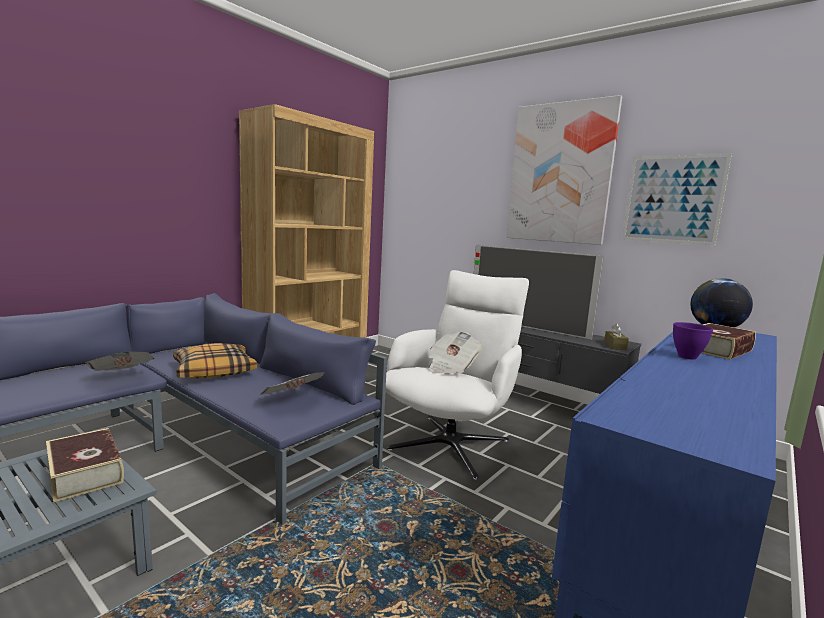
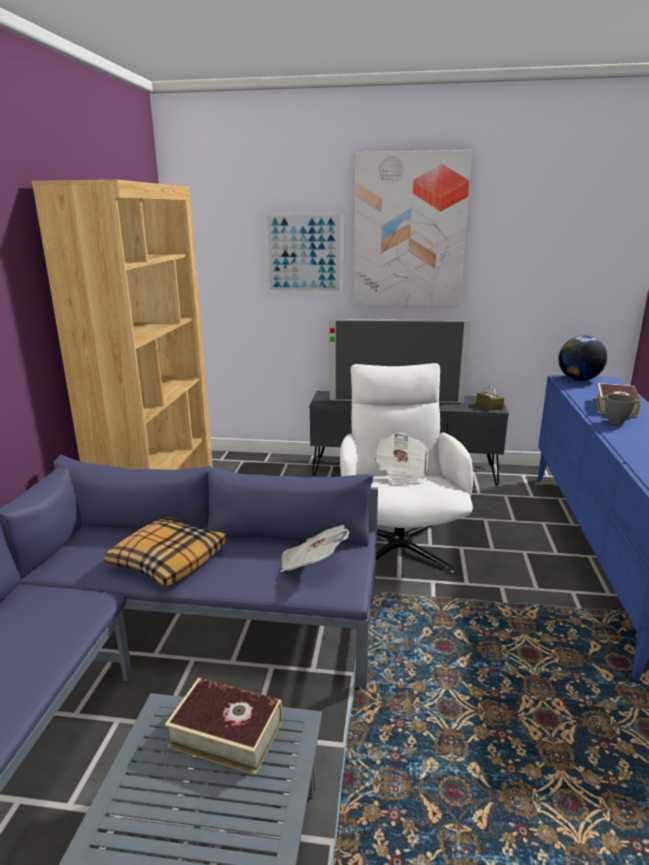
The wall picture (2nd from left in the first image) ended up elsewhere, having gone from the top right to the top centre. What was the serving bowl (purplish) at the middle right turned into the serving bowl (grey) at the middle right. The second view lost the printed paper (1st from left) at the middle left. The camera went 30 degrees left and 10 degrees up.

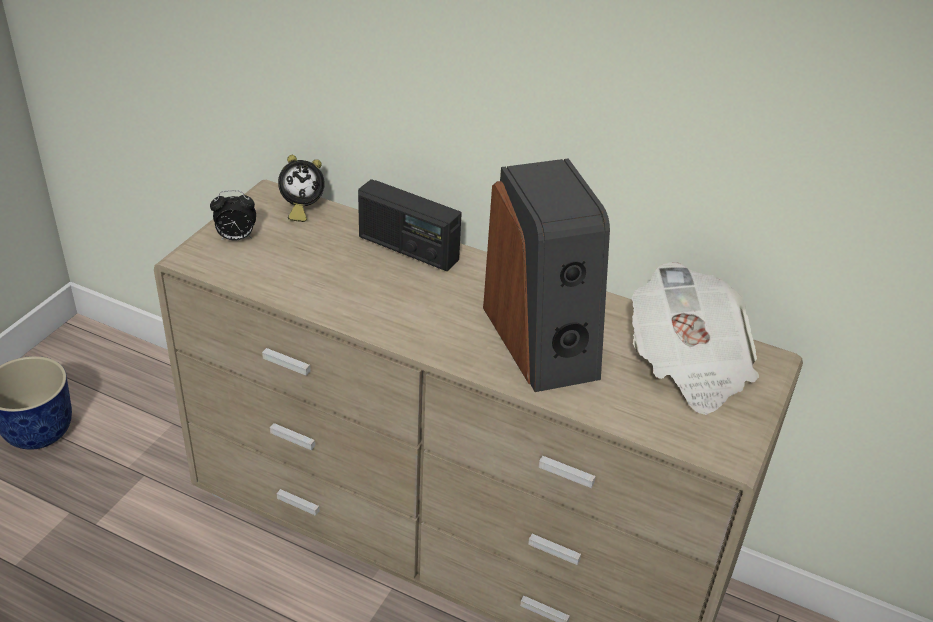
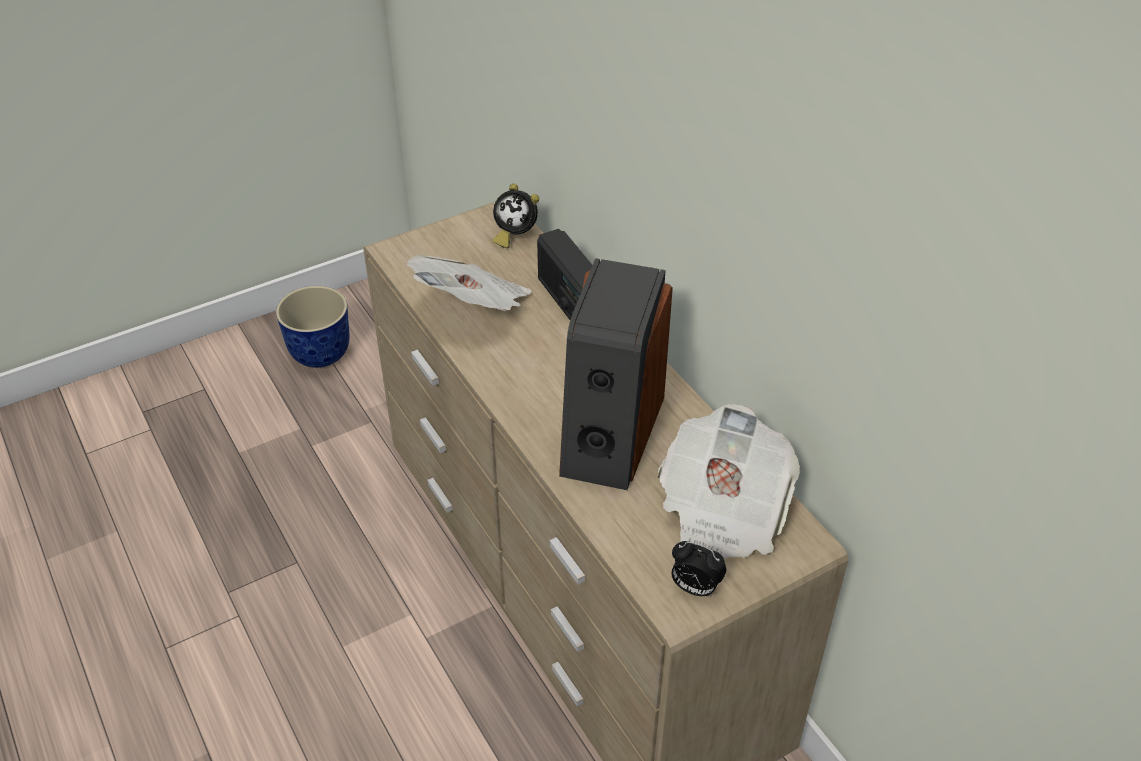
The bedside clock (1st from left in the first image) ended up elsewhere, having gone from the middle left to the bottom centre. The second view gained the printed paper (1st from left) at the centre. The camera went 35 degrees right and 5 degrees up.

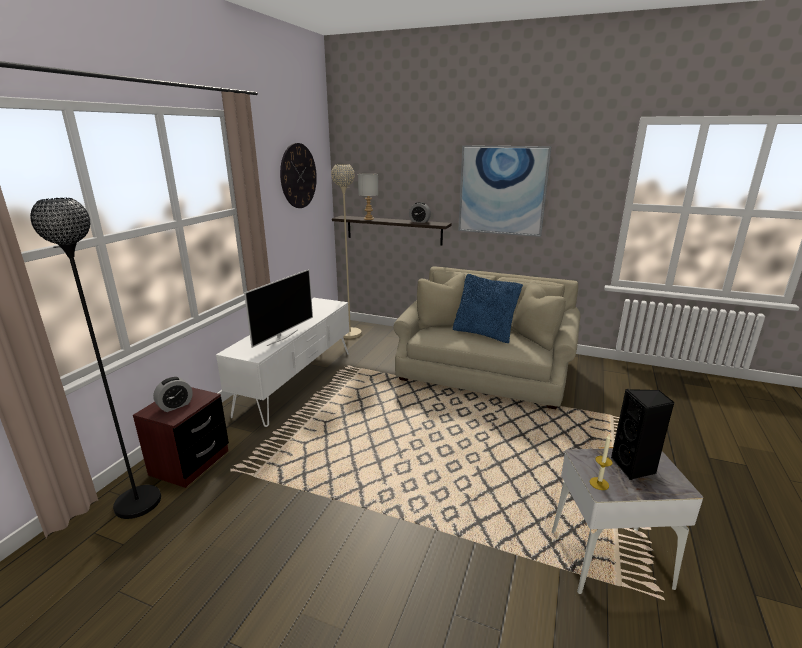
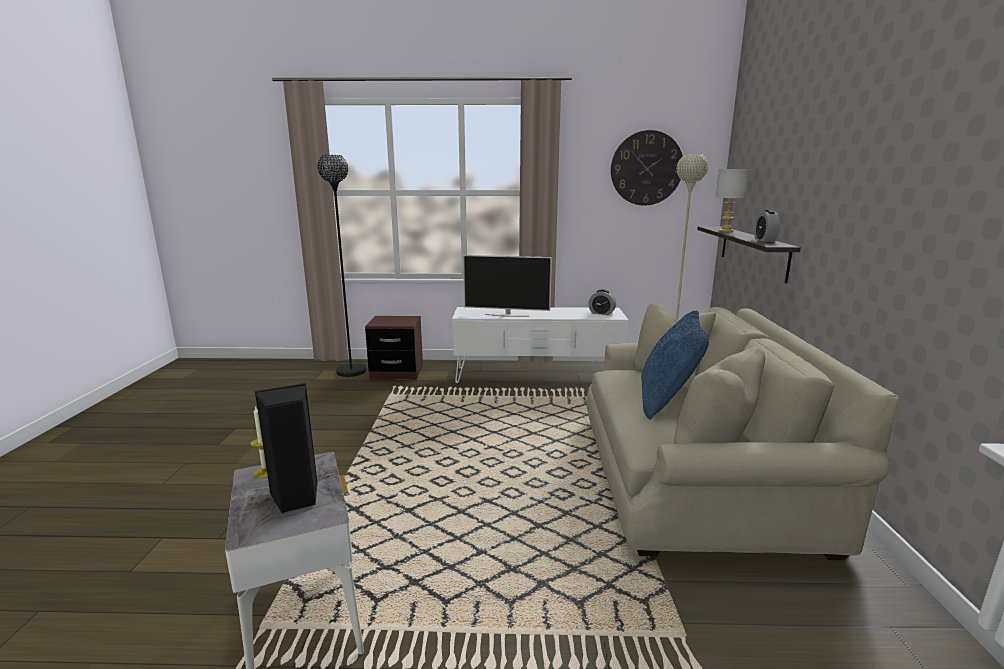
The second view lost the wall picture at the top centre. The bedside clock (1st from left) ended up elsewhere, having gone from the middle left to the centre. The camera went 70 degrees right and 5 degrees down.

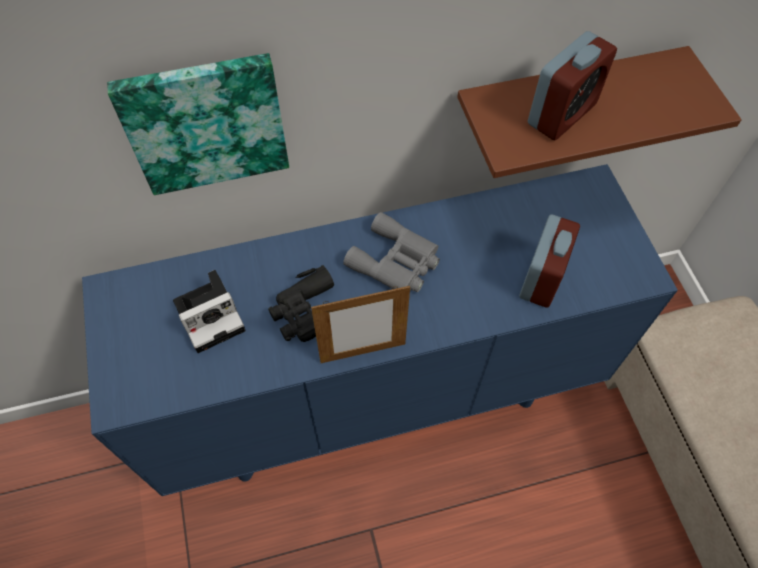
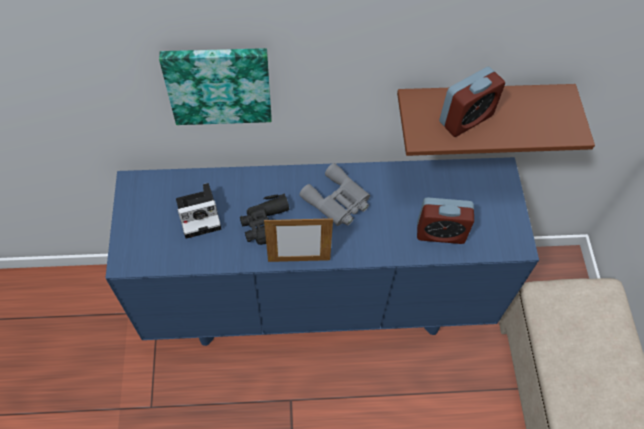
The bedside clock (1st from left) at the middle right ended up facing another way, 60 degrees clockwise from before. The camera went 10 degrees right and 0 degrees up.

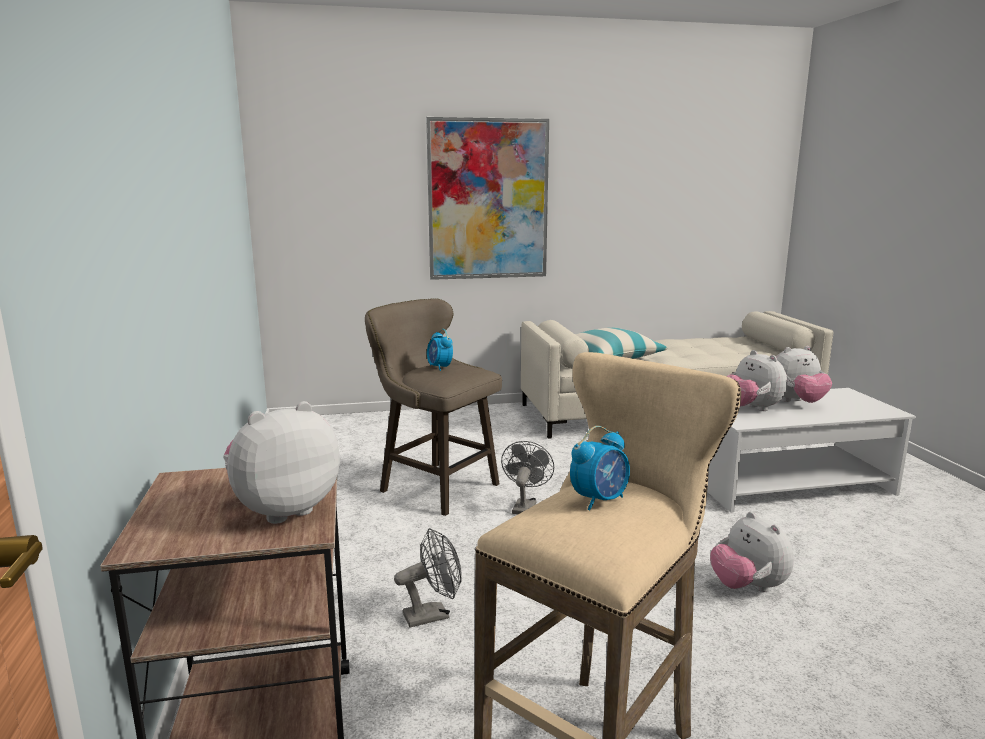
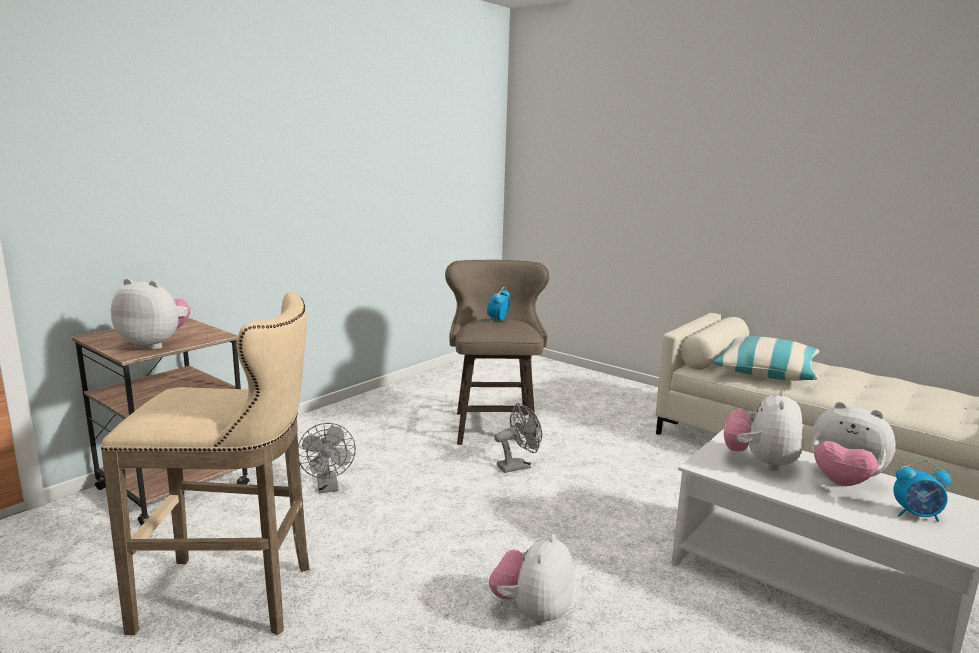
The second view lost the wall picture at the top centre. The bedside clock (2nd from left) ended up elsewhere, having gone from the centre to the bottom right. The fan (grey) (1st from left) at the bottom centre ended up facing another way, 45 degrees clockwise from before. The camera went 50 degrees right and 0 degrees up.

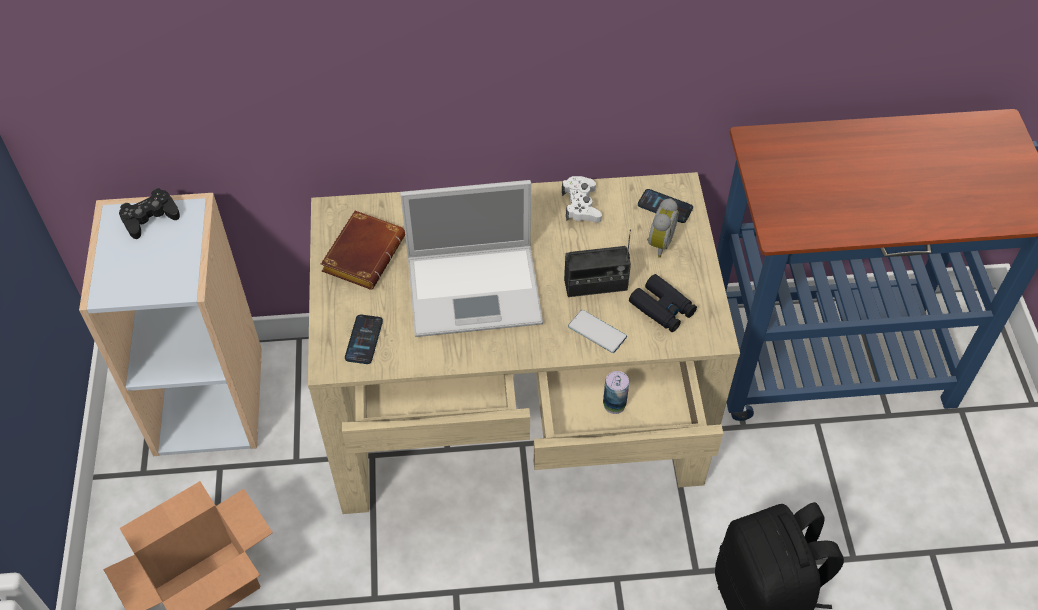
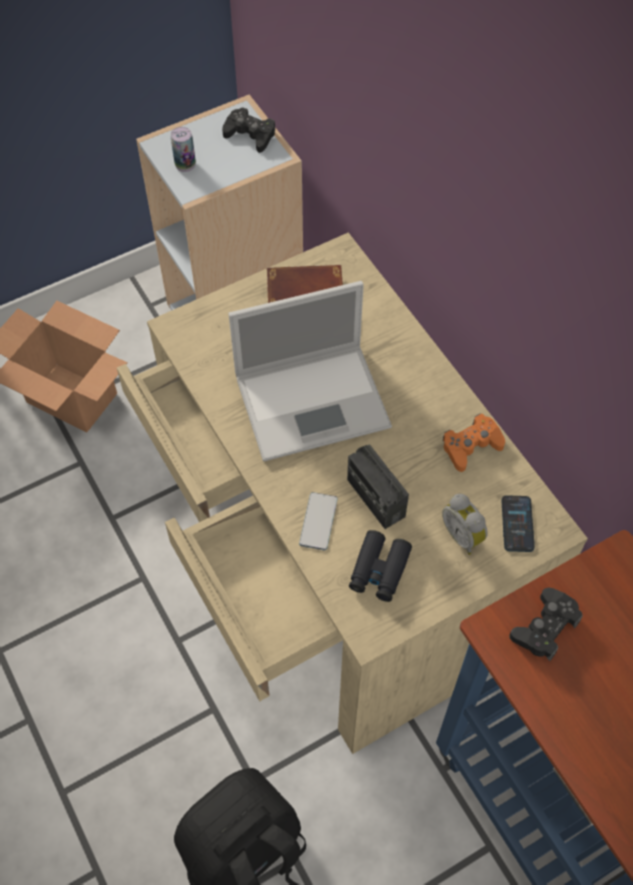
What was the gamepad (white) at the top centre turned into the gamepad (orange) at the middle right. The notebook computer at the centre ended up facing another way, 75 degrees counterclockwise from before. The bedside clock at the centre ended up facing another way, 60 degrees clockwise from before. The second view lost the phone (1st from left) at the centre. The metal can ended up elsewhere, having gone from the centre to the top left. The second view gained the gamepad (black) (2nd from left) at the bottom right. The camera went 65 degrees right and 5 degrees up.

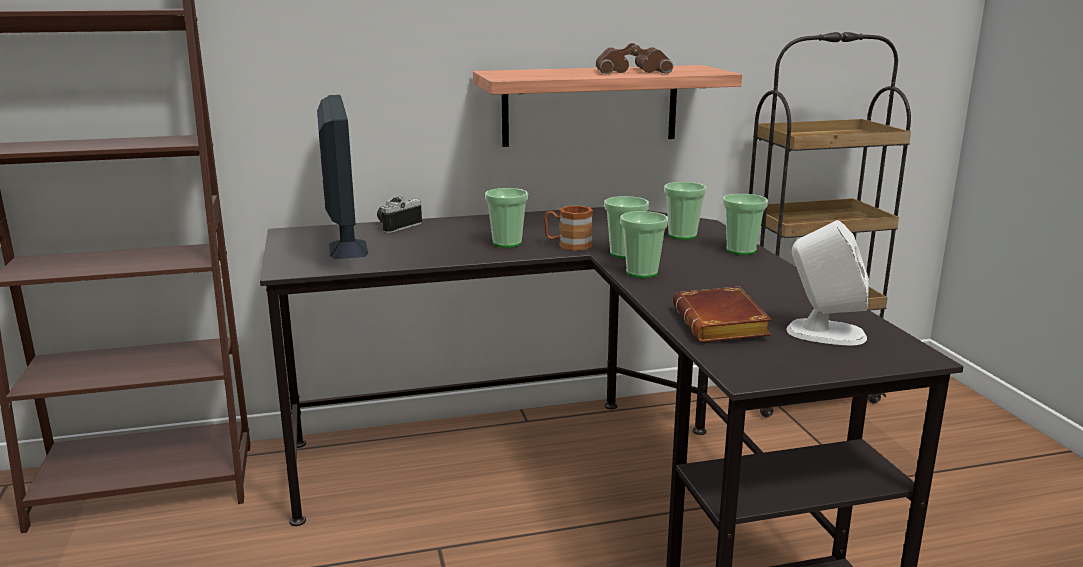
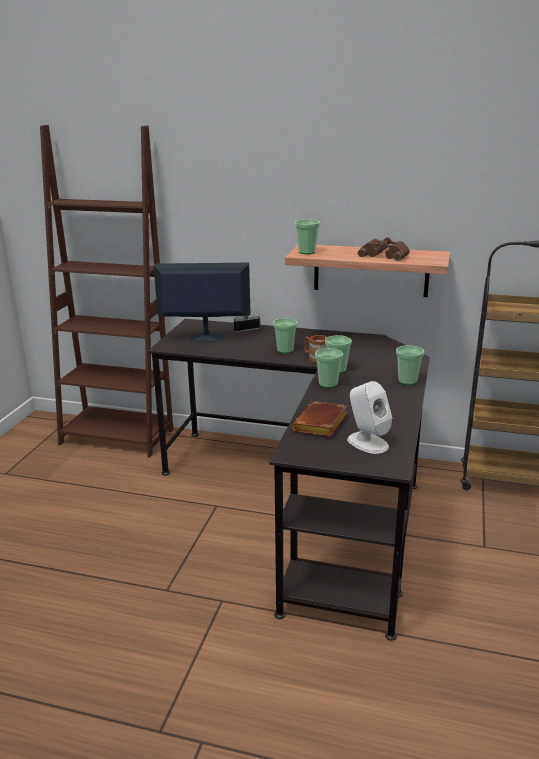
The computer display at the top left ended up facing another way, 105 degrees counterclockwise from before. The small cup (4th from left in the first image) ended up elsewhere, having gone from the centre to the top centre. The camera went 30 degrees right and 5 degrees up.

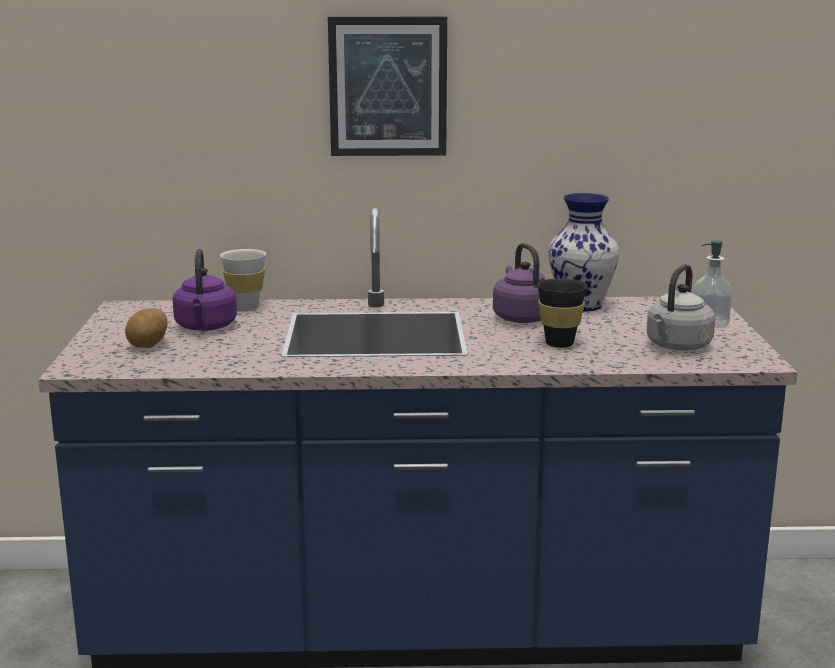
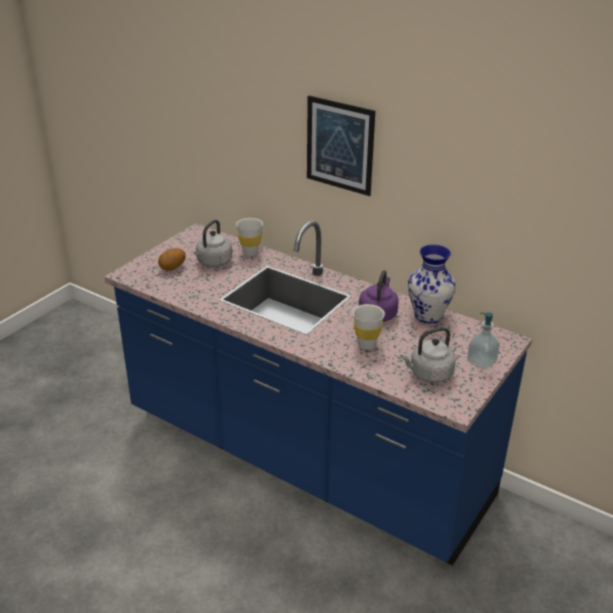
What was the tea kettle (purplish) (1st from left) at the middle left turned into the tea kettle (grey) (1st from left) at the centre. What was the small cup (black) at the middle right turned into the small cup (white) (2nd from left) at the centre. The camera went 35 degrees right and 15 degrees up.

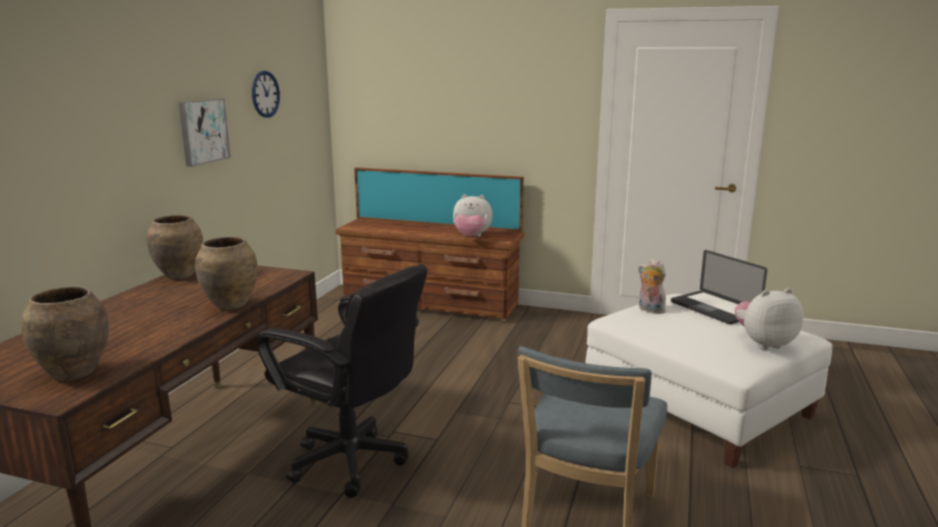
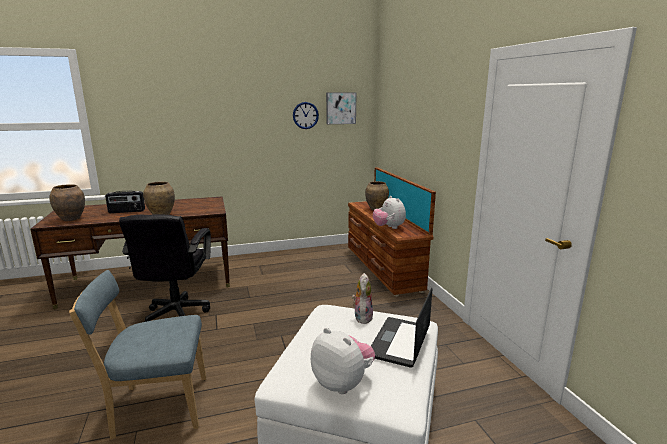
The wall picture ended up elsewhere, having gone from the top left to the top centre. The decorative vase (brown) (2nd from left in the first image) ended up elsewhere, having gone from the middle left to the centre. The second view gained the radio set at the middle left. The camera went 55 degrees right and 0 degrees up.

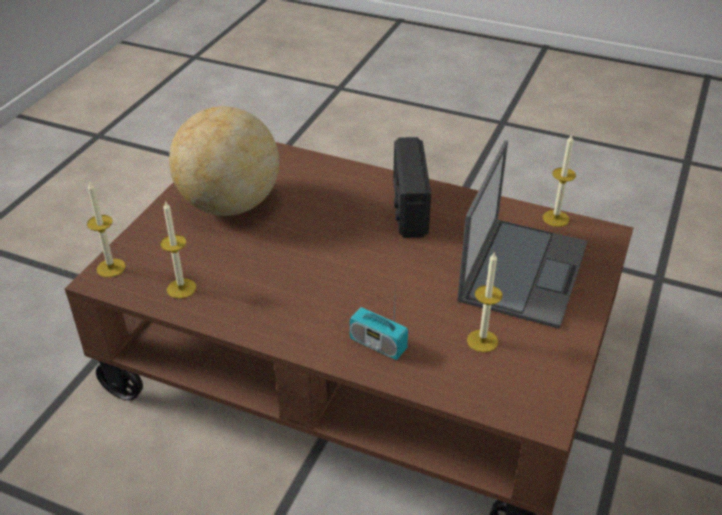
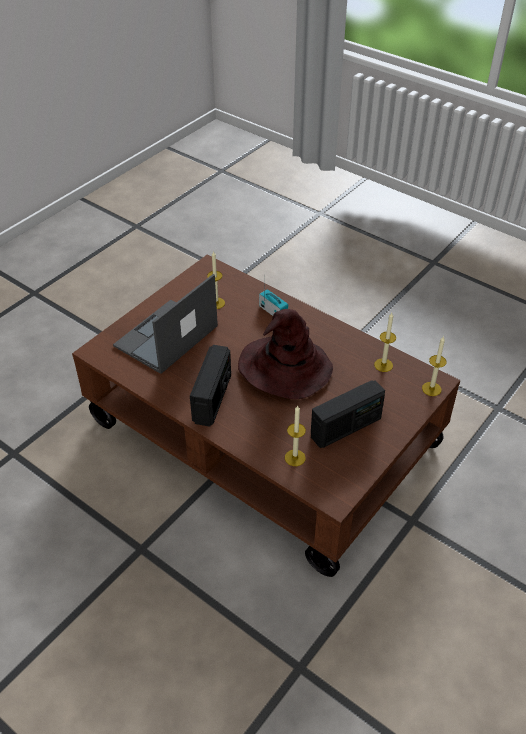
Where the world globe stood at the top left, the radio set (3rd from left) came to stand at the centre. The candle (4th from left in the first image) ended up elsewhere, having gone from the middle right to the centre. The second view gained the clothing hat (brown) at the centre. The camera went 165 degrees left and 5 degrees up.

